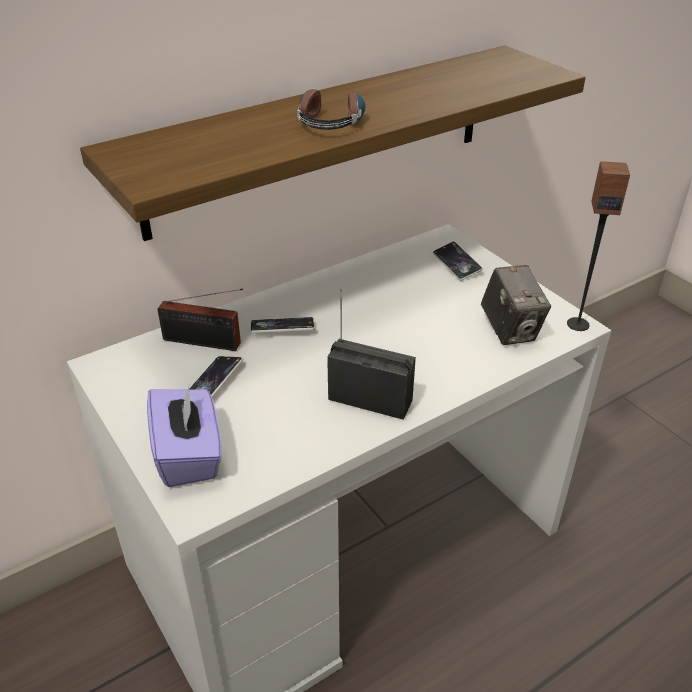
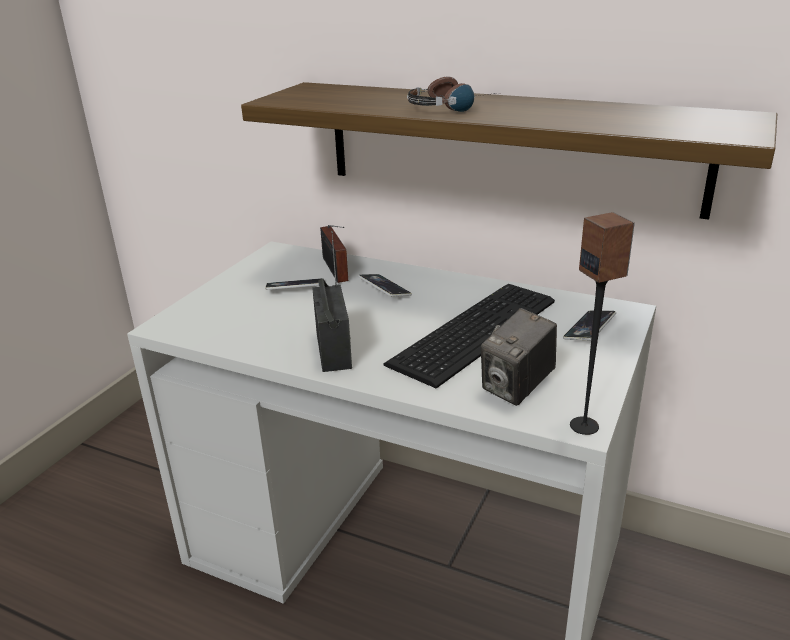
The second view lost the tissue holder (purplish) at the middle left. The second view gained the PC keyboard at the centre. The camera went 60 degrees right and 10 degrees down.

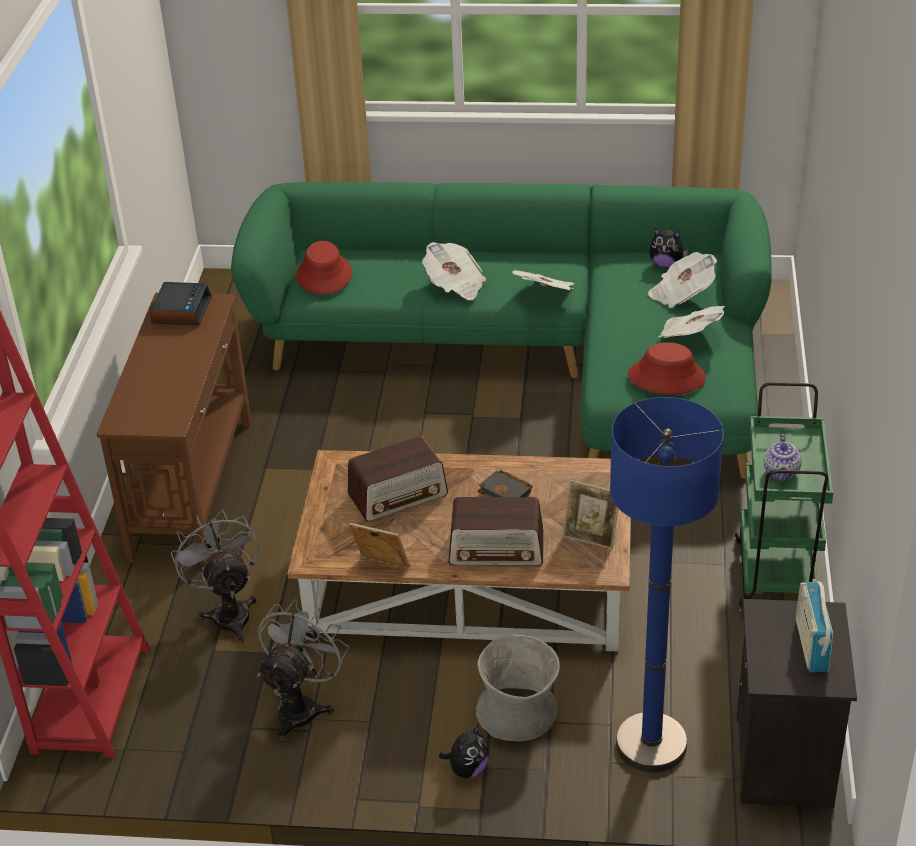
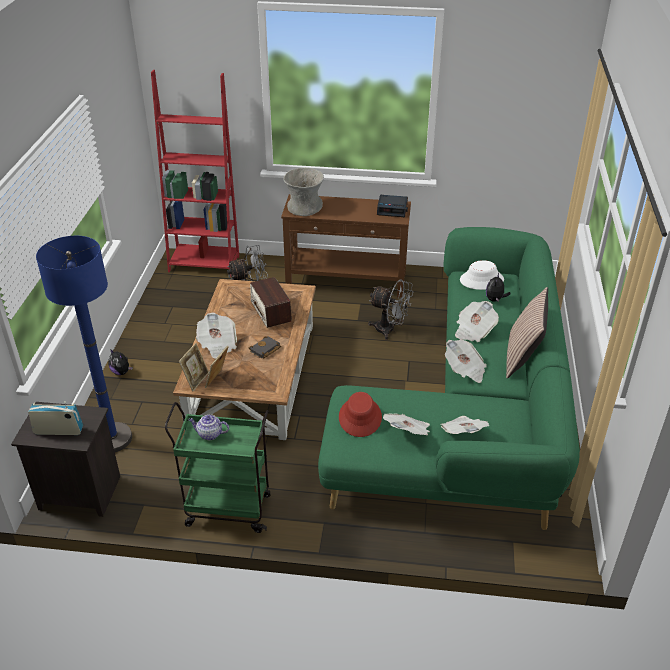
The cuddly toy (2nd from left) ended up elsewhere, having gone from the top right to the middle right. What was the clothing hat (red-coloured) (1st from left) at the top centre turned into the clothing hat (white) at the middle right. Where the radio set (2nd from left) stood at the centre, the printed paper (1st from left) came to stand at the middle left. The picture frame (1st from left) ended up elsewhere, having gone from the centre to the middle left. The fan (grey) (2nd from left) ended up elsewhere, having gone from the bottom left to the centre. The decorative vase (grey) ended up elsewhere, having gone from the bottom centre to the top centre. The second view gained the throw pillow at the middle right. The camera went 90 degrees right and 0 degrees up.

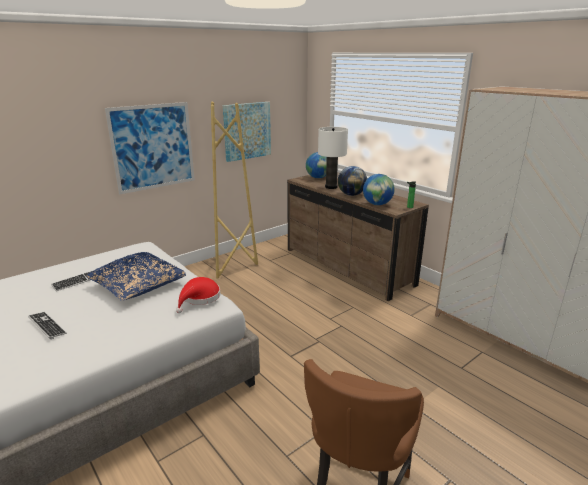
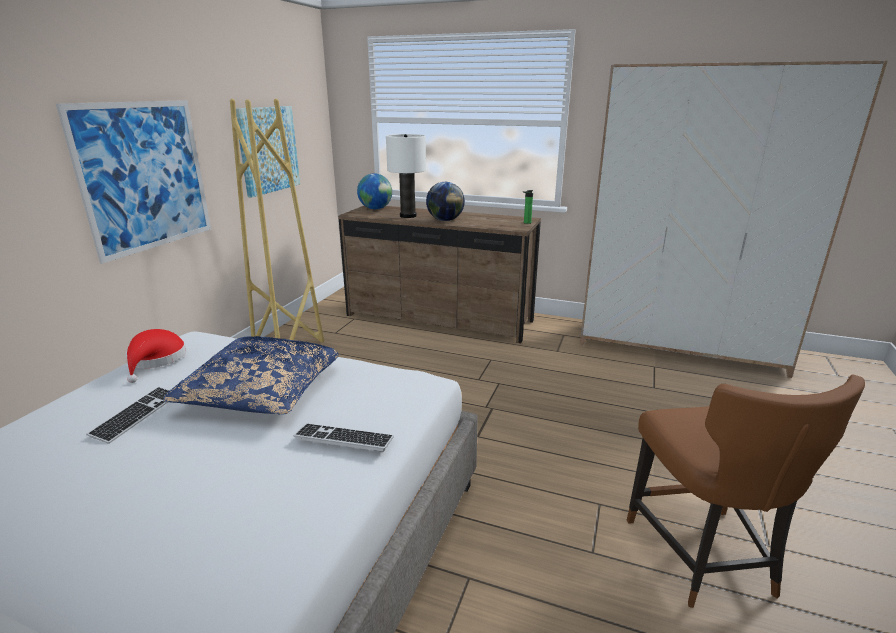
The second view lost the world globe (3rd from left) at the centre. The clothing hat (red-coloured) ended up elsewhere, having gone from the centre to the middle left. The PC keyboard (1st from left in the first image) ended up elsewhere, having gone from the bottom left to the bottom centre. The camera went 30 degrees left and 0 degrees up.

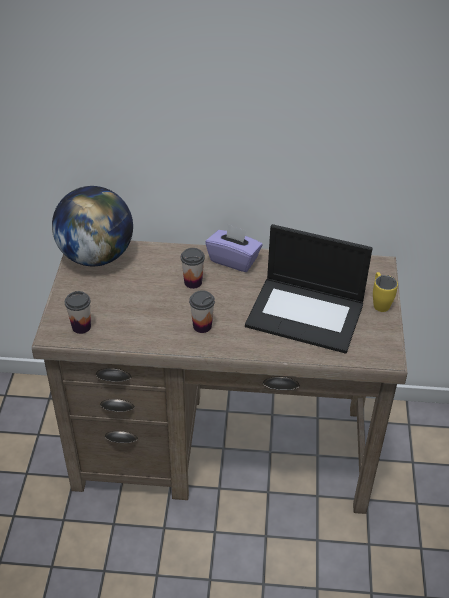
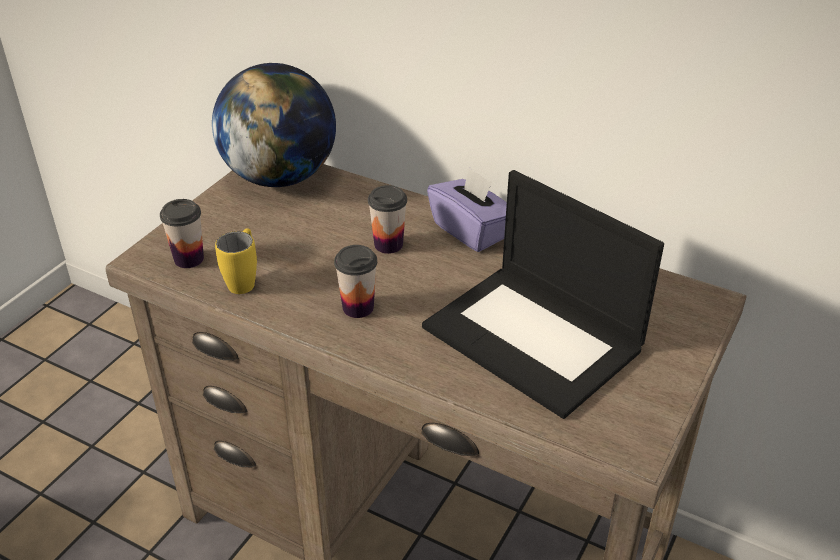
The coffee mug (yellowish) ended up elsewhere, having gone from the middle right to the middle left. The camera went 25 degrees right and 5 degrees down.

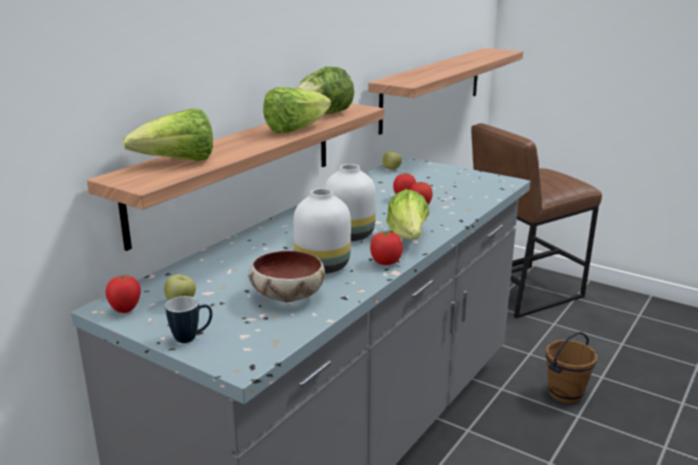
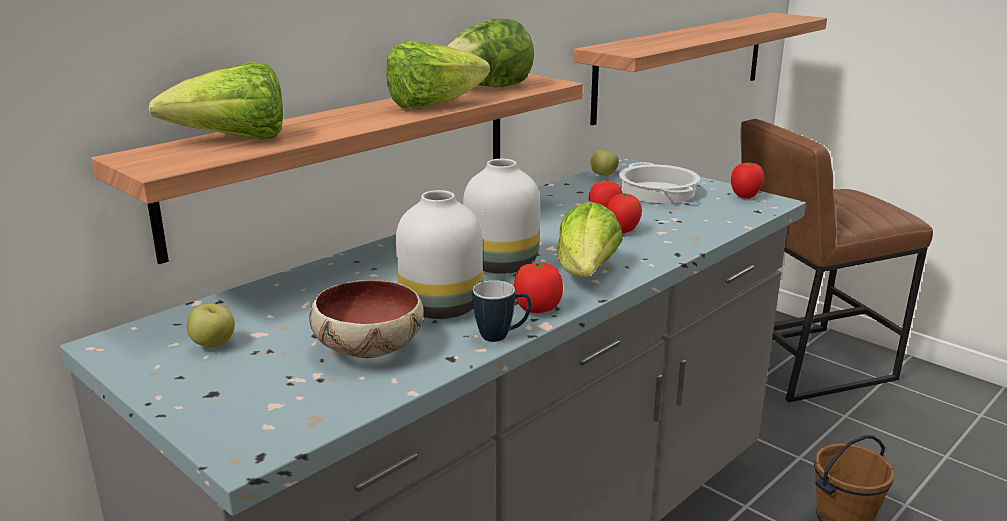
The fresh tomato (1st from left in the first image) ended up elsewhere, having gone from the middle left to the middle right. The coffee mug ended up elsewhere, having gone from the bottom left to the centre. The second view gained the saucepot at the centre. The camera went 10 degrees right and 0 degrees up.

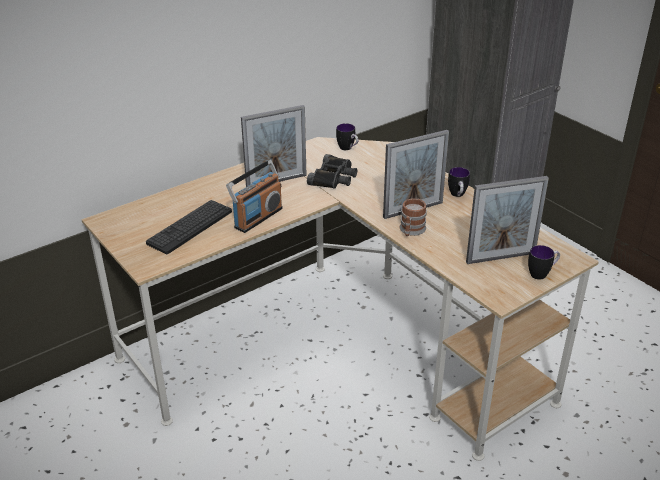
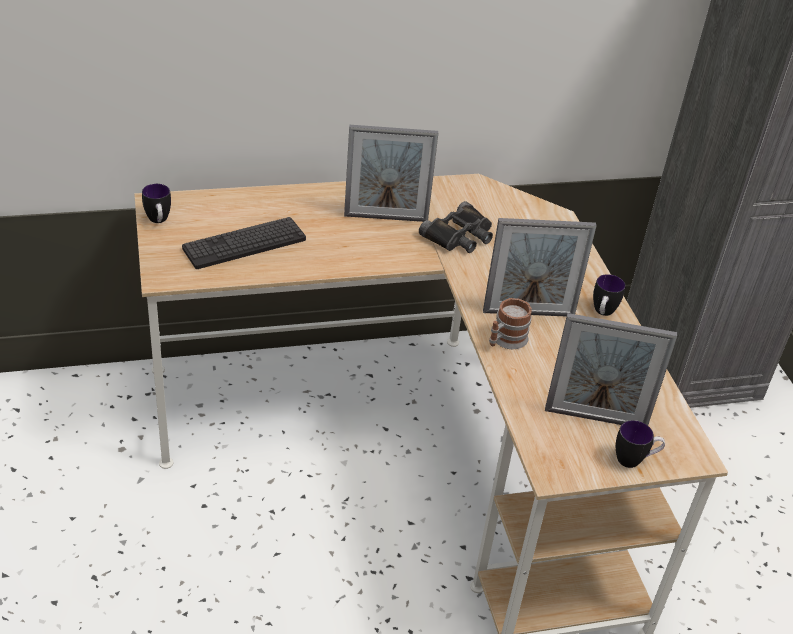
The coffee mug (1st from left) ended up elsewhere, having gone from the top centre to the top left. The second view lost the radio set at the centre. The camera went 20 degrees right and 5 degrees up.

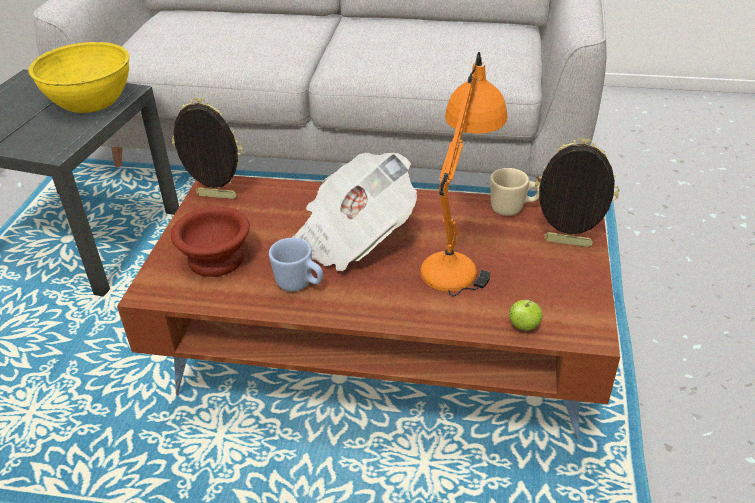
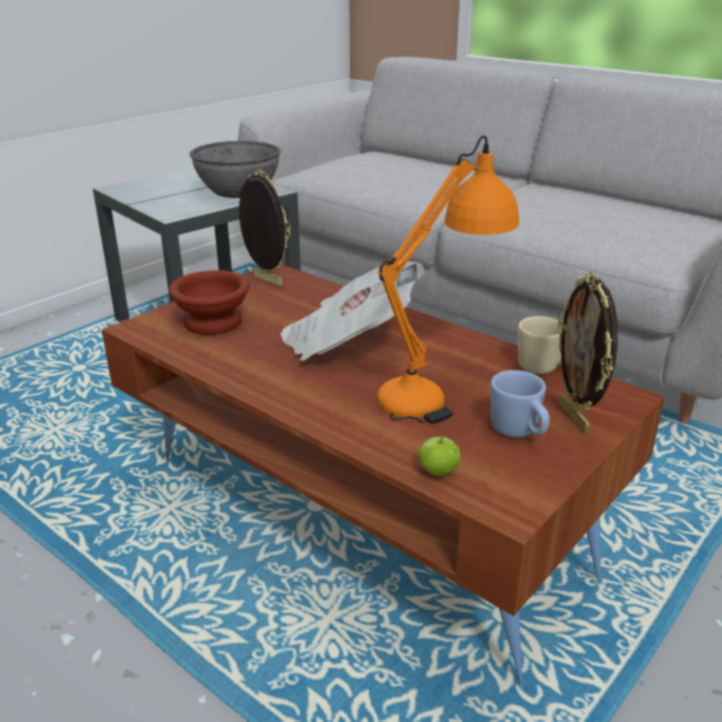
What was the serving bowl (yellowish) at the top left turned into the serving bowl (grey) at the top left. The picture frame (2nd from left) at the middle right ended up facing another way, 150 degrees counterclockwise from before. The coffee mug (blue) ended up elsewhere, having gone from the centre to the middle right. The camera went 30 degrees right and 10 degrees down.

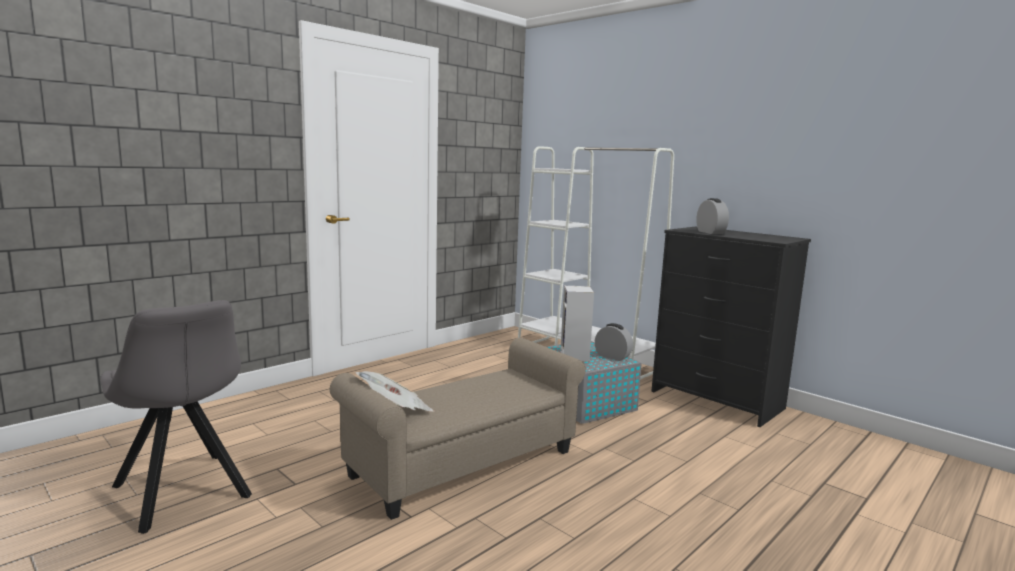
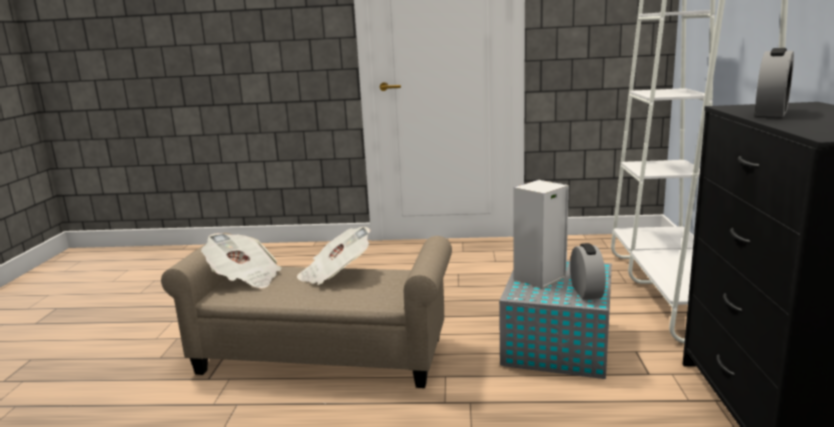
The second view lost the plain chair (grey) at the bottom left. The second view gained the printed paper (2nd from left) at the centre. The camera went 50 degrees right and 5 degrees up.

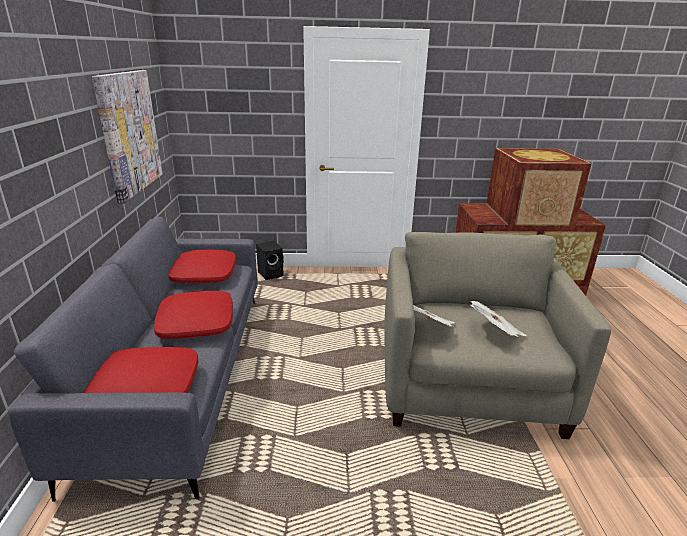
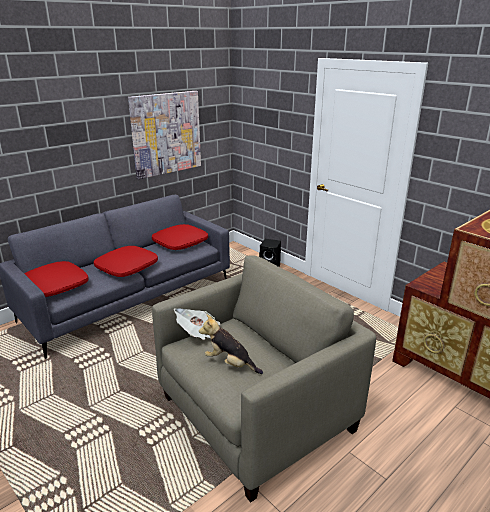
Where the printed paper (2nd from left) stood at the middle right, the cuddly toy came to stand at the bottom centre. The camera went 50 degrees right and 0 degrees up.

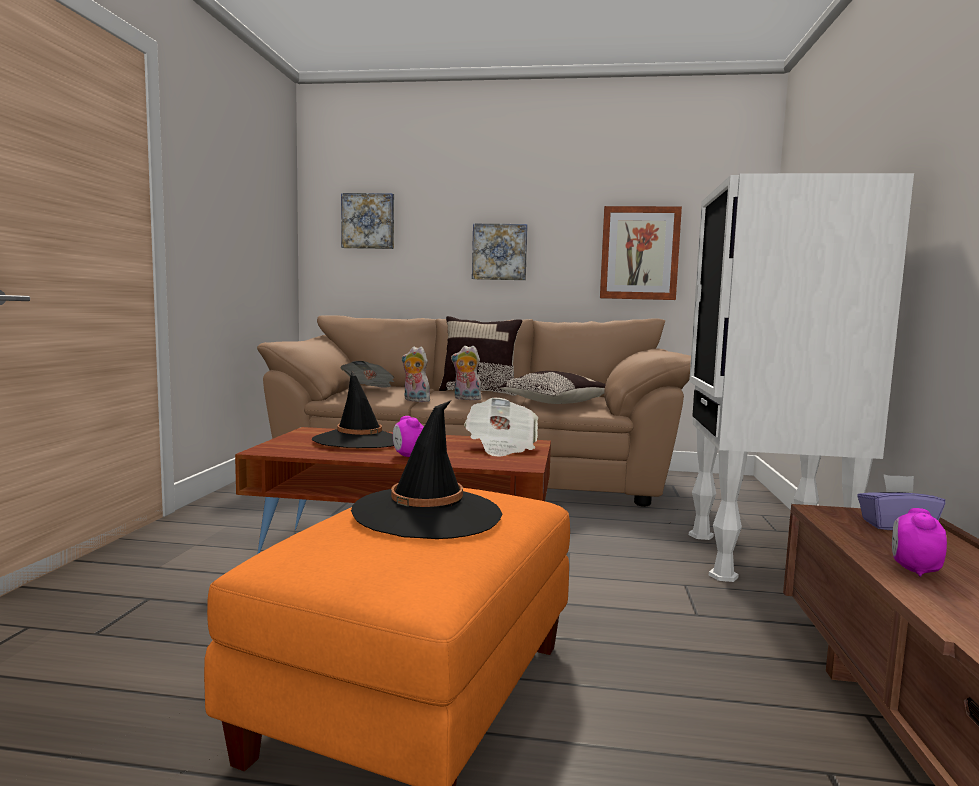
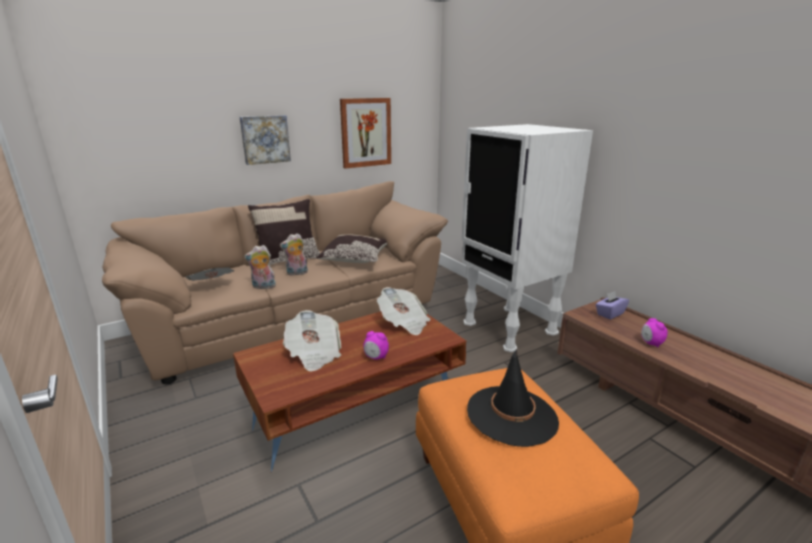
The second view lost the wall picture (1st from left) at the top centre. Where the clothing hat (black) (1st from left) stood at the centre, the printed paper (2nd from left) came to stand at the centre. The camera went 40 degrees left and 15 degrees up.

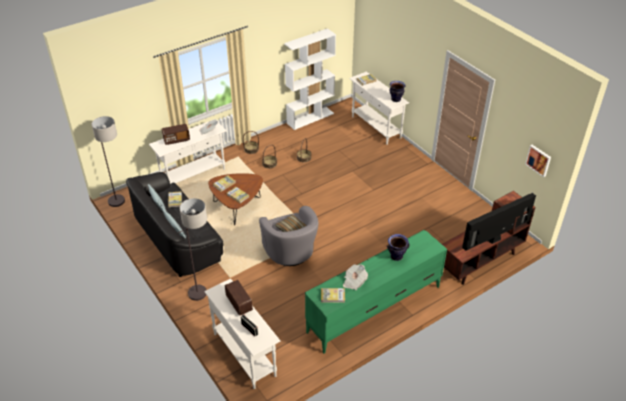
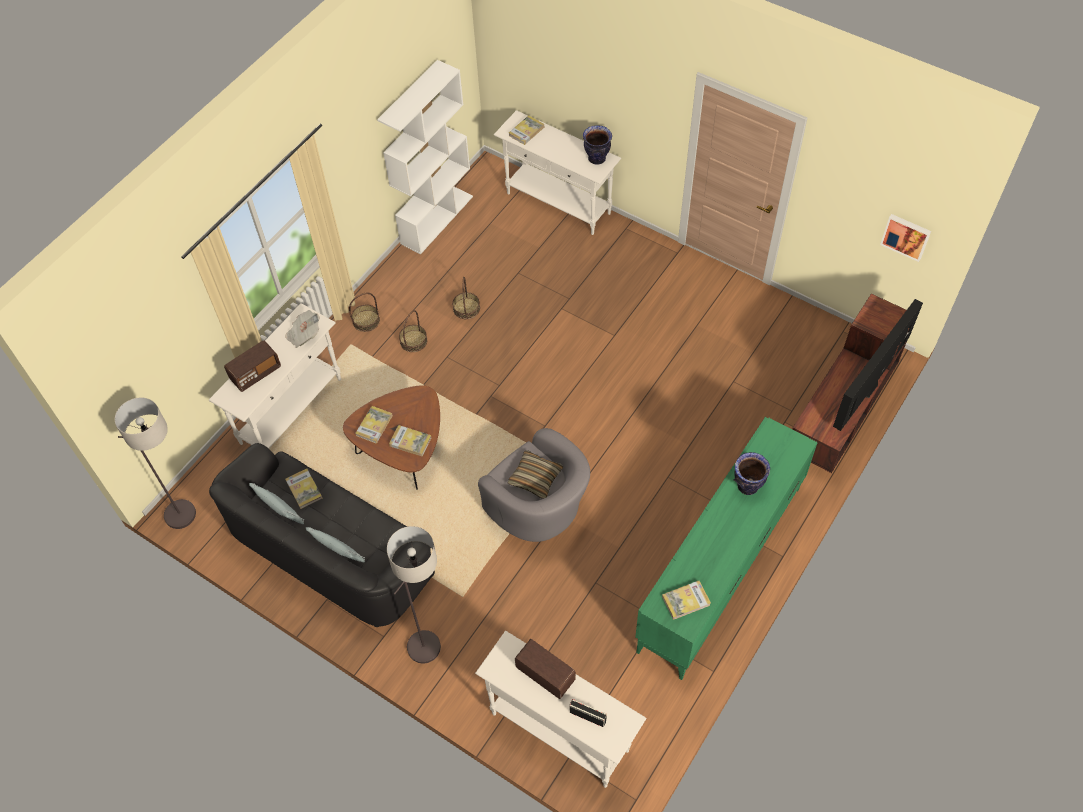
The second view lost the printed paper (2nd from left) at the bottom centre. The camera went 20 degrees left and 15 degrees up.

